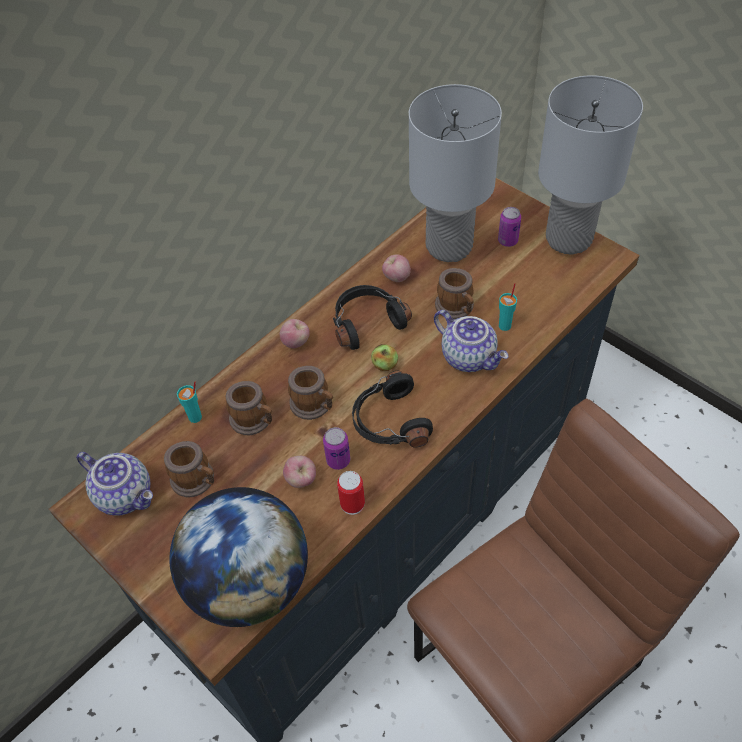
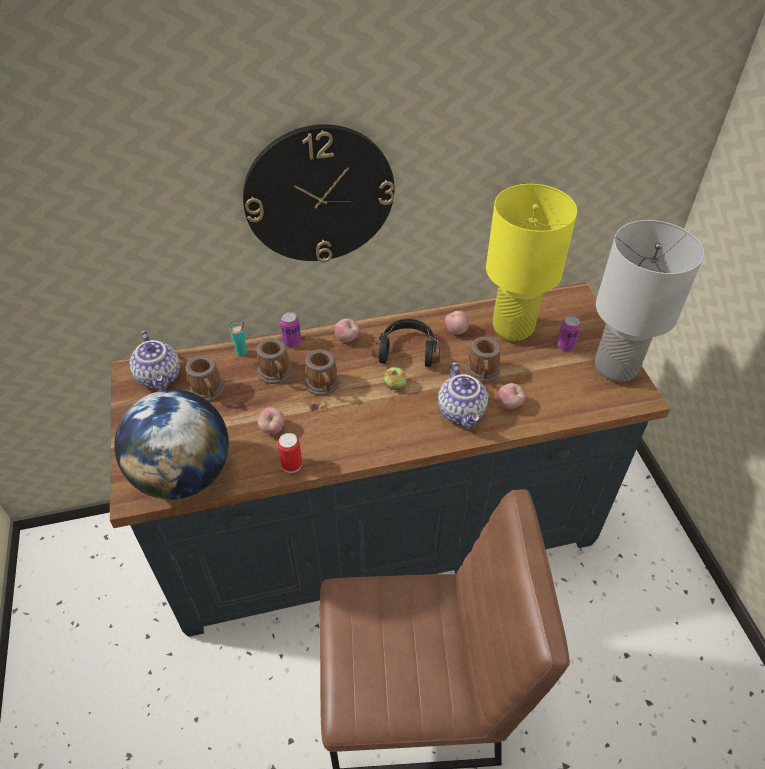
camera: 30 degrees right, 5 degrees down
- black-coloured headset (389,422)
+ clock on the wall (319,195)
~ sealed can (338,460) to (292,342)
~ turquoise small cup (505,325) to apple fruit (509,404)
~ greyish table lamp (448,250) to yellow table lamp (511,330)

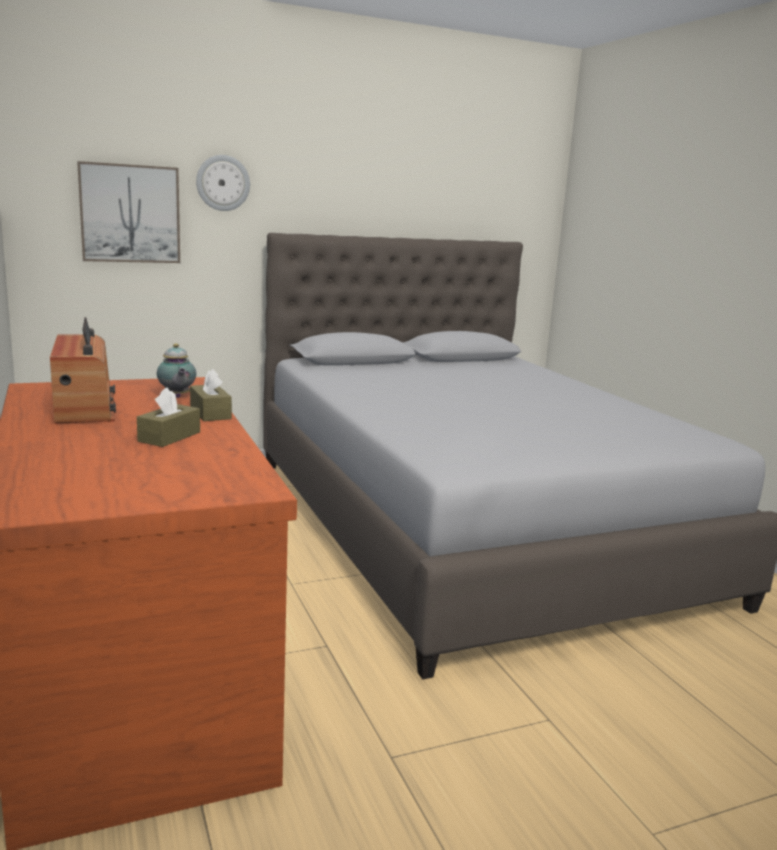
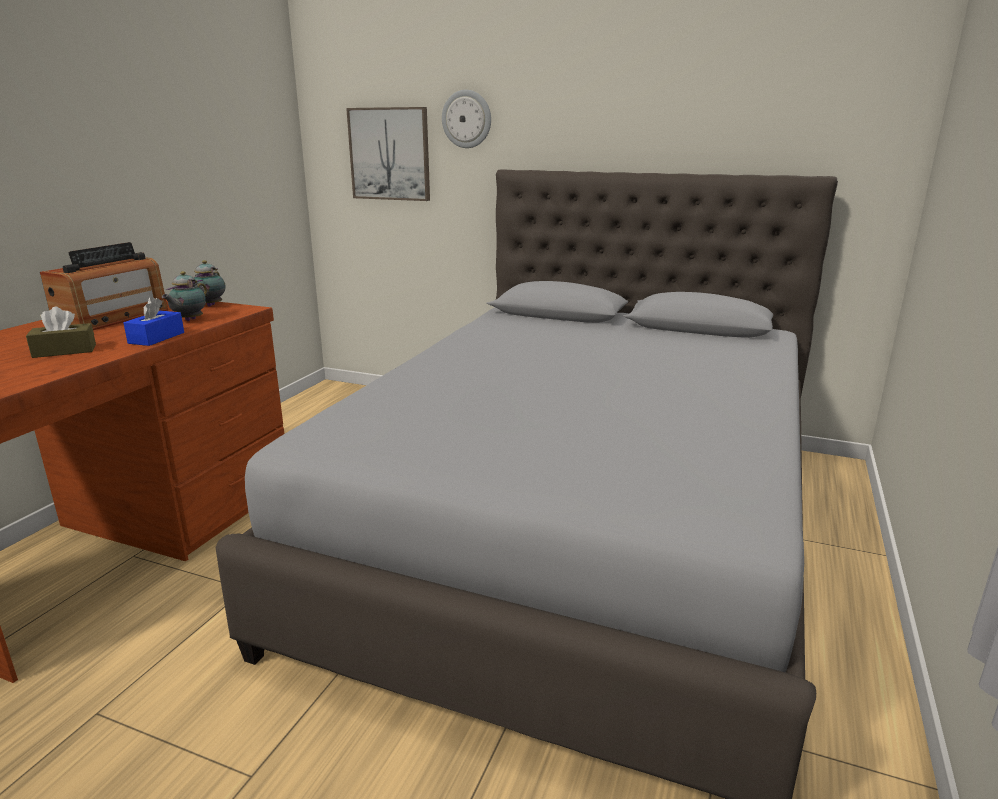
camera: 45 degrees right, 5 degrees up
+ pot for tea (210,306)
~ brownish box of tissues (210,413) to blue box of tissues (156,338)

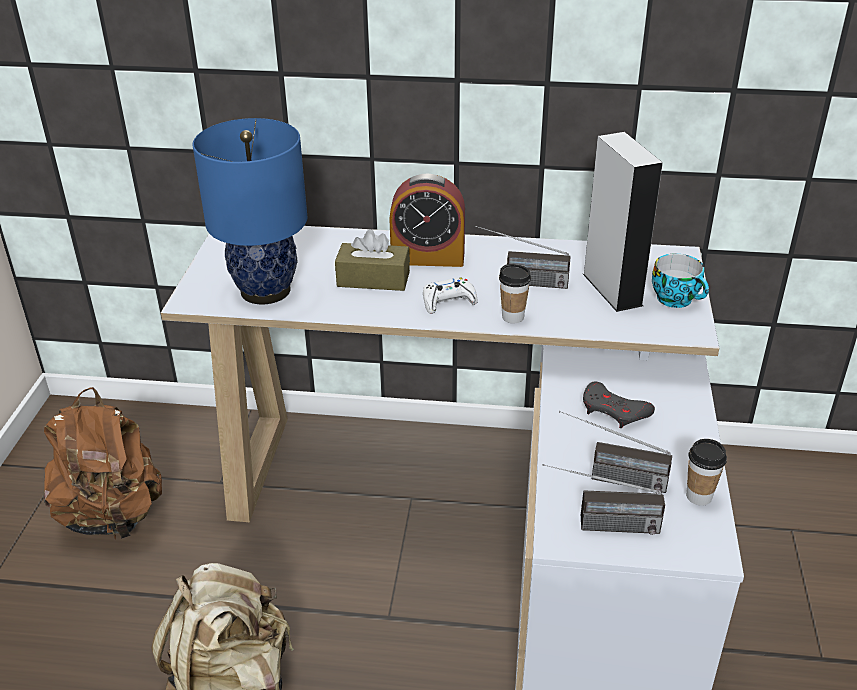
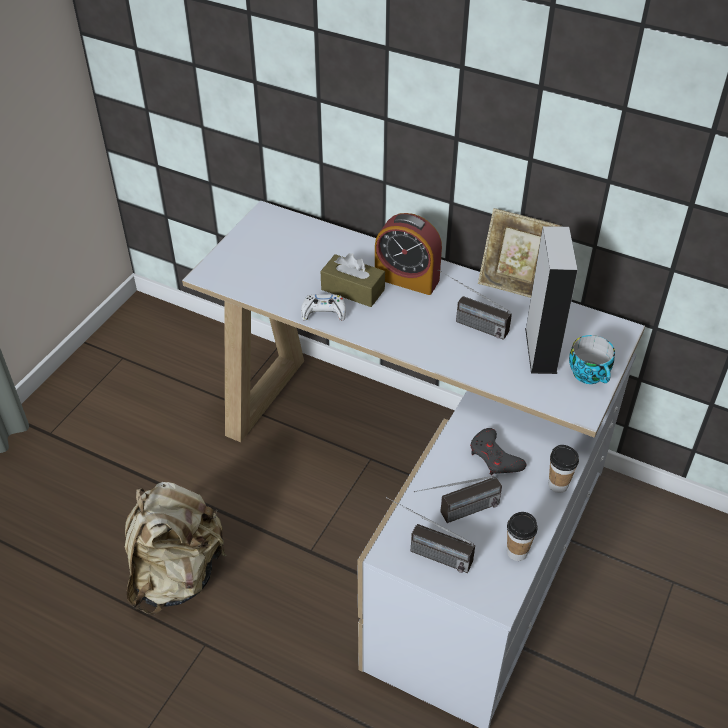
camera: 20 degrees right, 10 degrees up
- brownish backpack (113,515)
- blue table lamp (265,291)
+ picture frame (514,284)
~ whitish joypad (448,301) to (323,312)
~ small cup (513,317) to (558,485)
~ radio receiver (609,477) = (456,514) 60 degrees counterclockwise

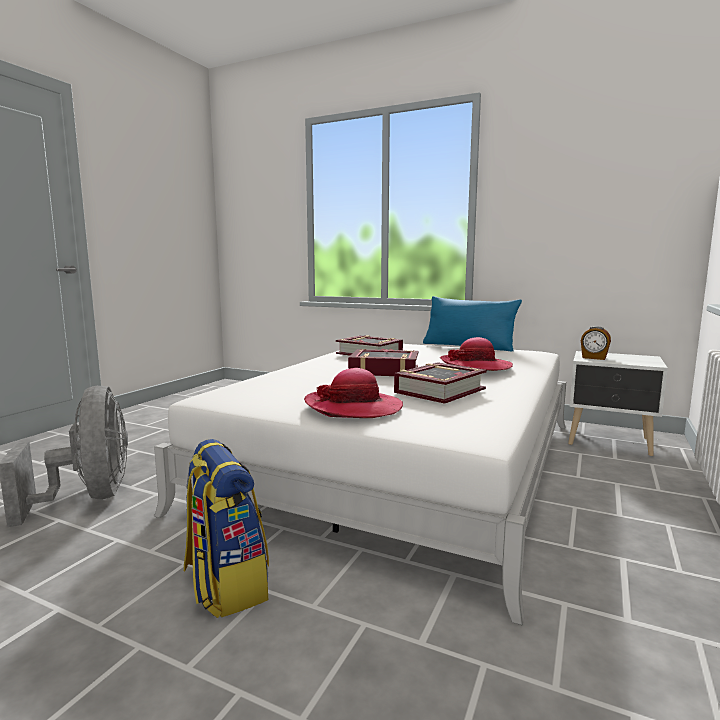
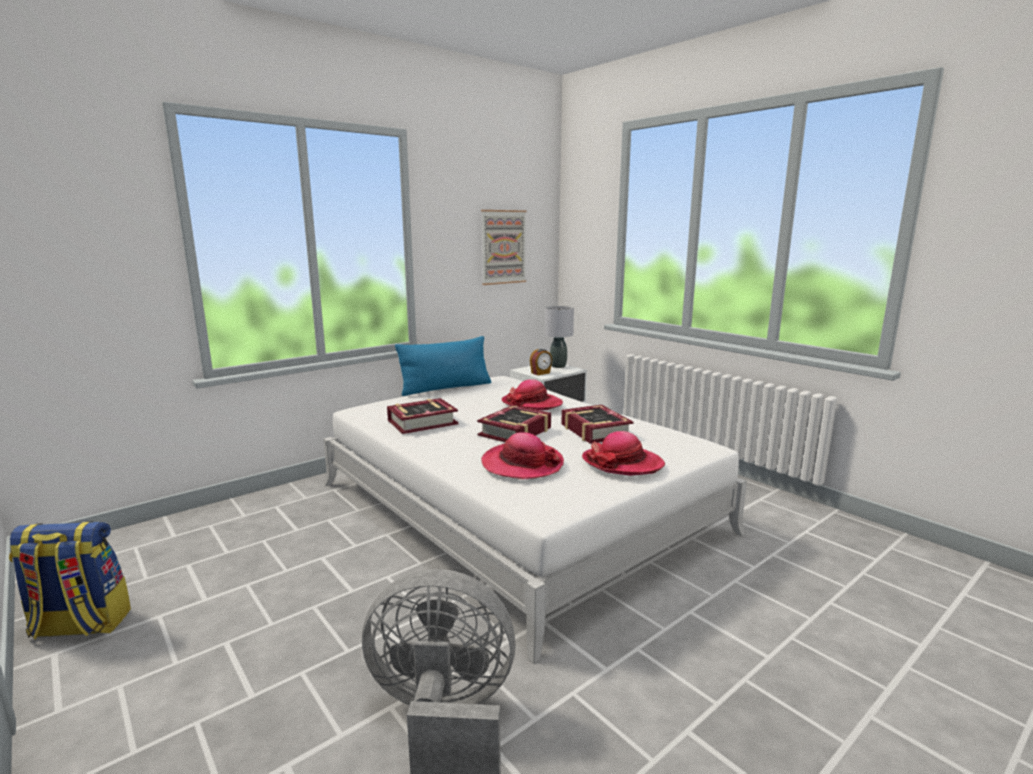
camera: 65 degrees left, 5 degrees up
+ wall picture (503,247)
+ clothing hat (522,464)
+ greyish table lamp (558,366)
~ backpack (225,584) to (79,626)

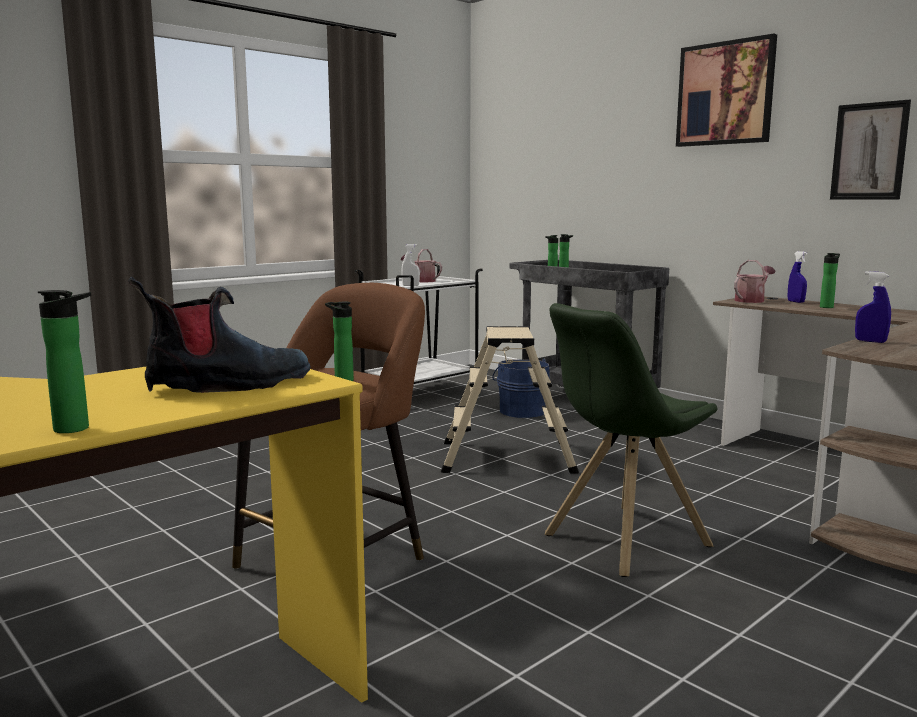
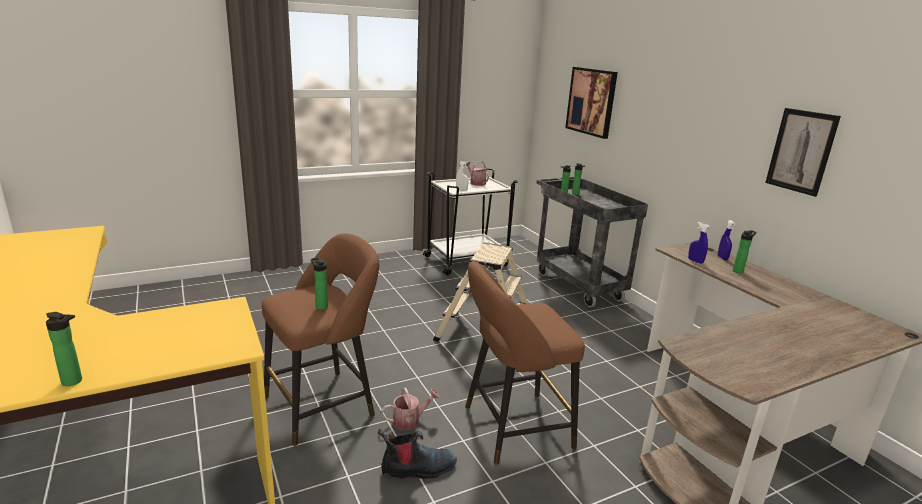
camera: 15 degrees right, 10 degrees up
- blue bucket (521,411)
~ tall boot (229,385) to (418,469)
~ wall picture (725,93) to (591,101)
~ watering pot (751,300) to (409,420)
~ blue spray bottle (870,341) to (695,261)
~ greenish chair (624,539) to brownish stool seat (511,428)

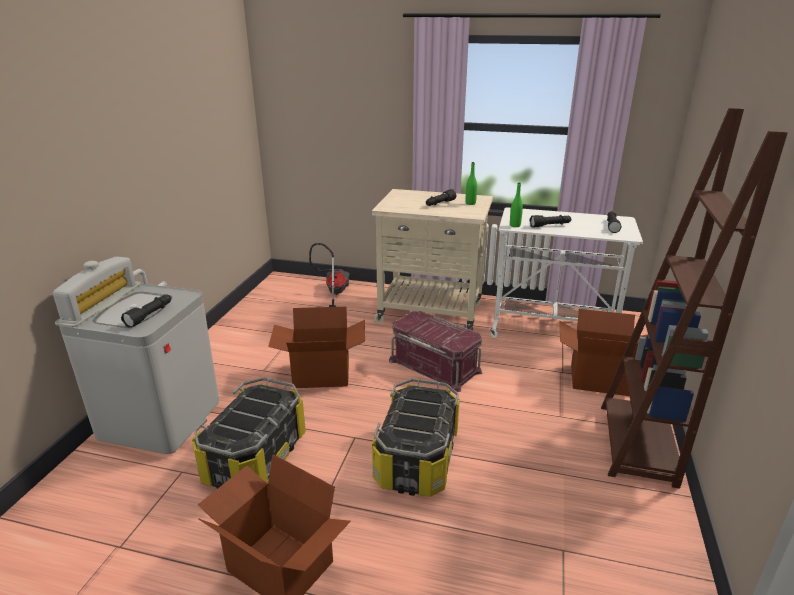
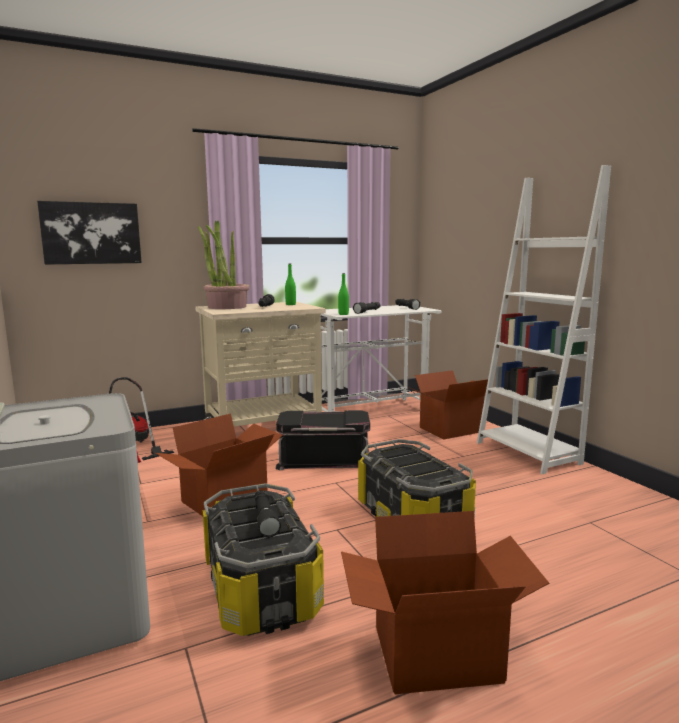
camera: 40 degrees left, 15 degrees down
+ wall picture (91,233)
+ plant in a pot (226,307)
~ black-coloured flashlight (150,315) to (265,519)
~ red-coloured storage box (435,365) to black-coloured storage box (324,459)
~ brownish bookcase (637,444) to whitish bookcase (527,453)

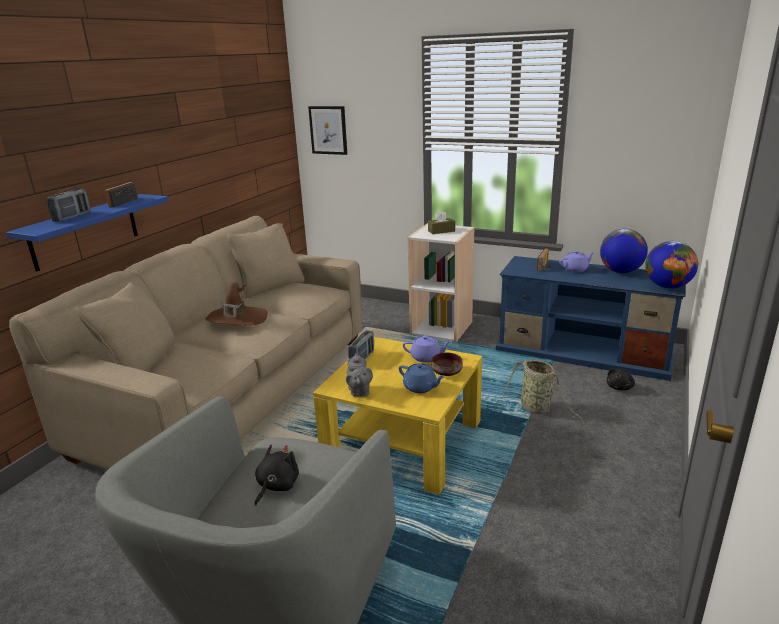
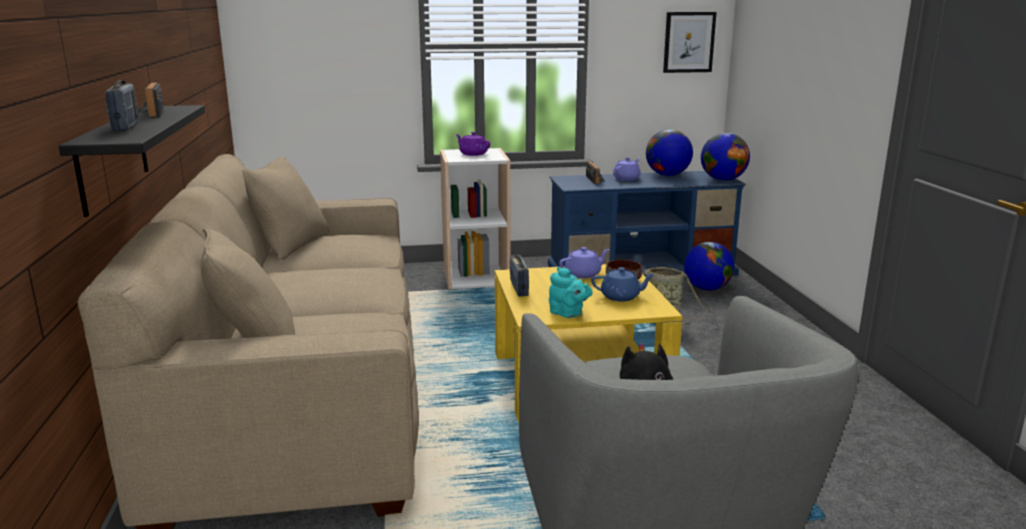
camera: 35 degrees left, 5 degrees down
- brownish clothing hat (237,319)
~ wall picture (328,130) to (689,42)
~ brownish box of tissues (441,231) to purple pot for tea (473,154)
~ black-coloured cuddly toy (620,387) to desk globe (707,289)
~ blue bracket shelf (85,231) to black-coloured bracket shelf (113,157)
~ greyish pot for tea (359,392) to turquoise pot for tea (568,314)

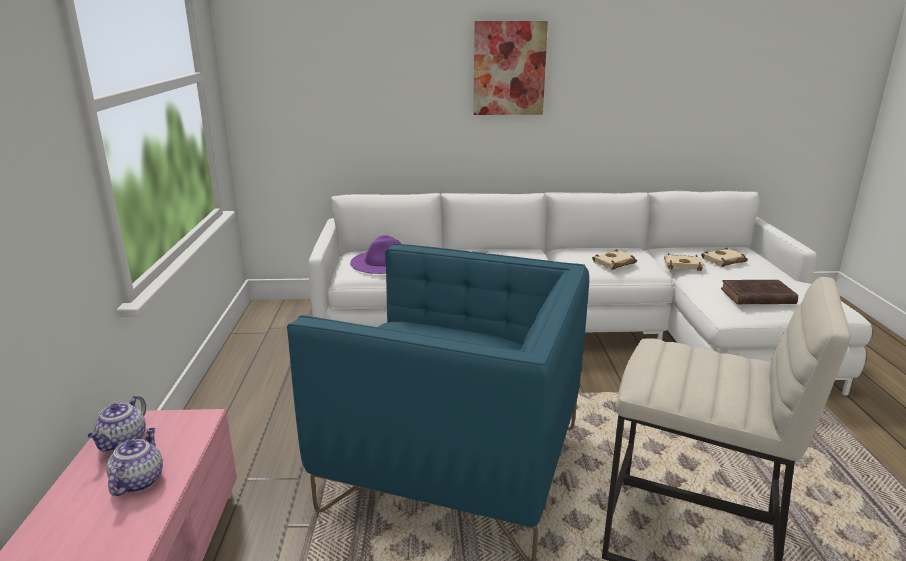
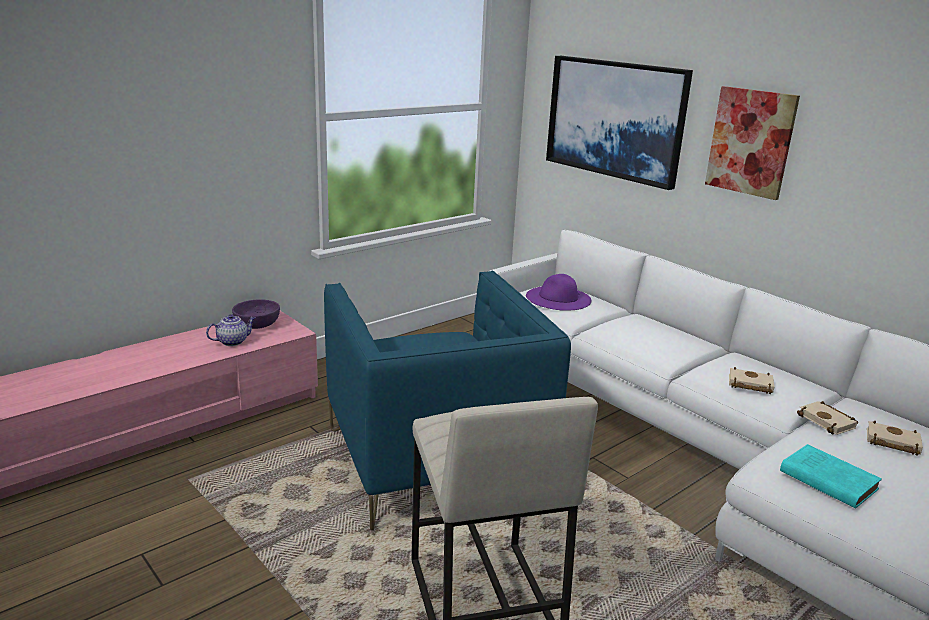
camera: 50 degrees right, 0 degrees up
+ wall picture (615,119)
~ pot for tea (123,443) to purple bowl (256,324)
~ brownish book (755,296) to turquoise book (826,479)

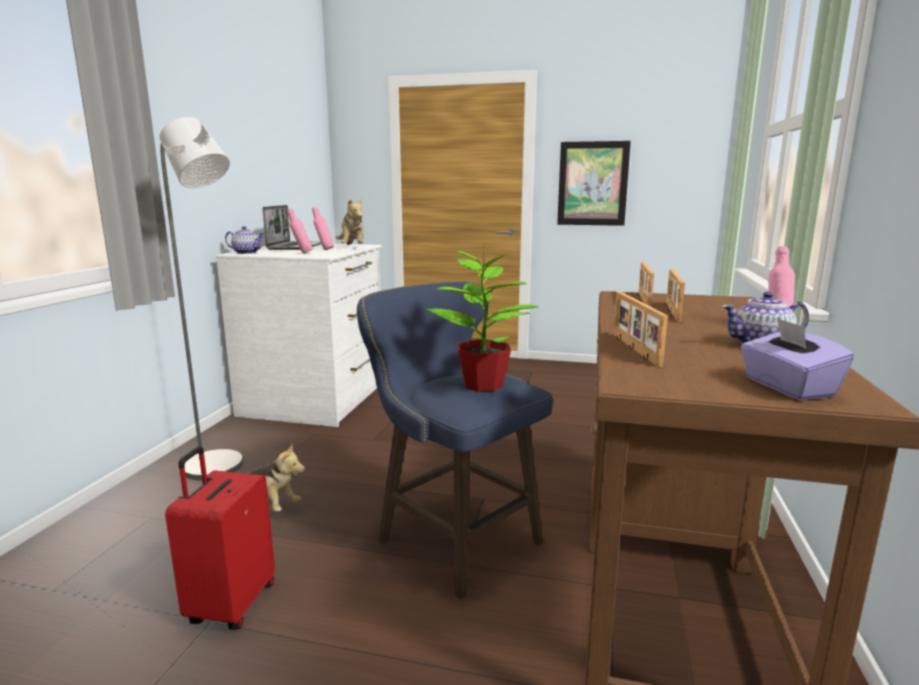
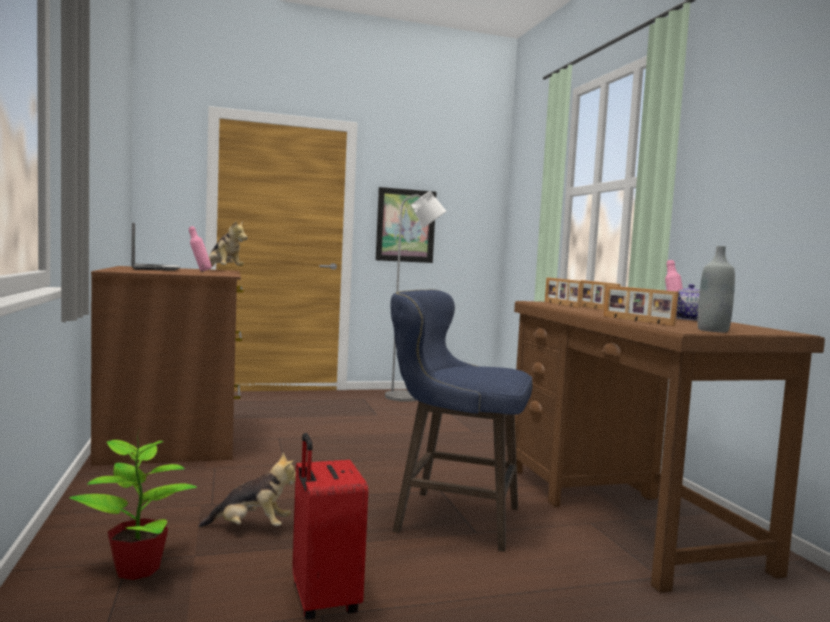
camera: 30 degrees left, 10 degrees down
- pot for tea (246,253)
- pink bottle (301,253)
- purple box of tissues (787,387)
+ greyish bottle (713,330)
~ greyish floor lamp (221,469) to (409,397)
~ plant in a pot (484,385) to (139,569)
~ whitish drawer chest (316,400) to brownish drawer chest (173,440)

